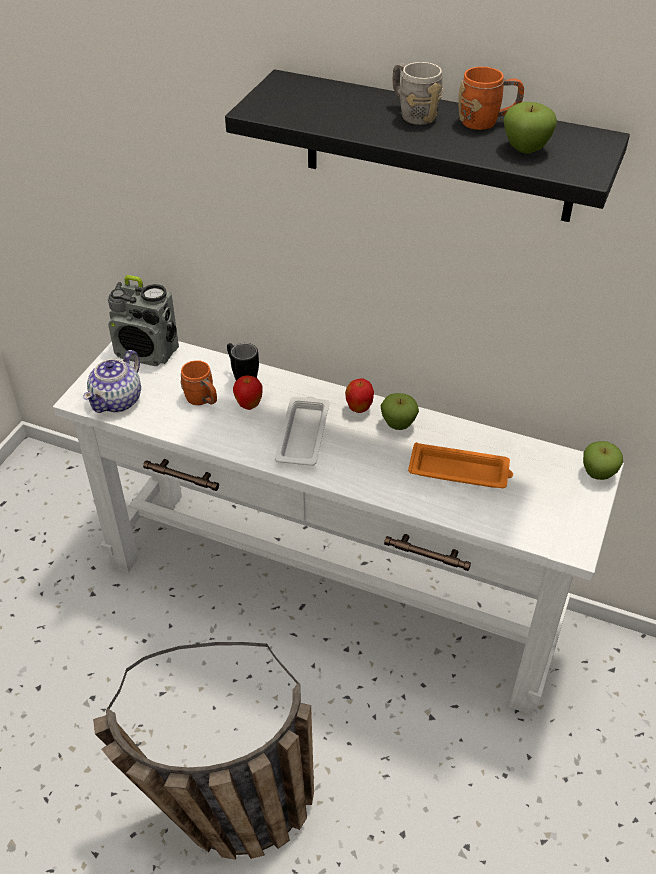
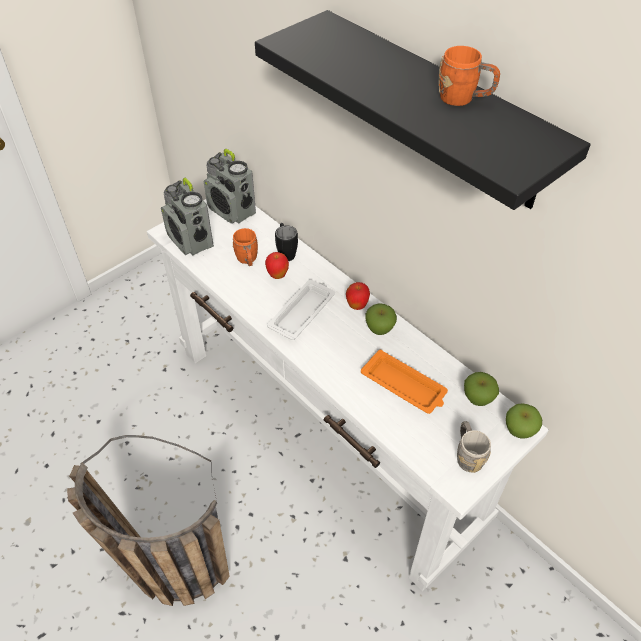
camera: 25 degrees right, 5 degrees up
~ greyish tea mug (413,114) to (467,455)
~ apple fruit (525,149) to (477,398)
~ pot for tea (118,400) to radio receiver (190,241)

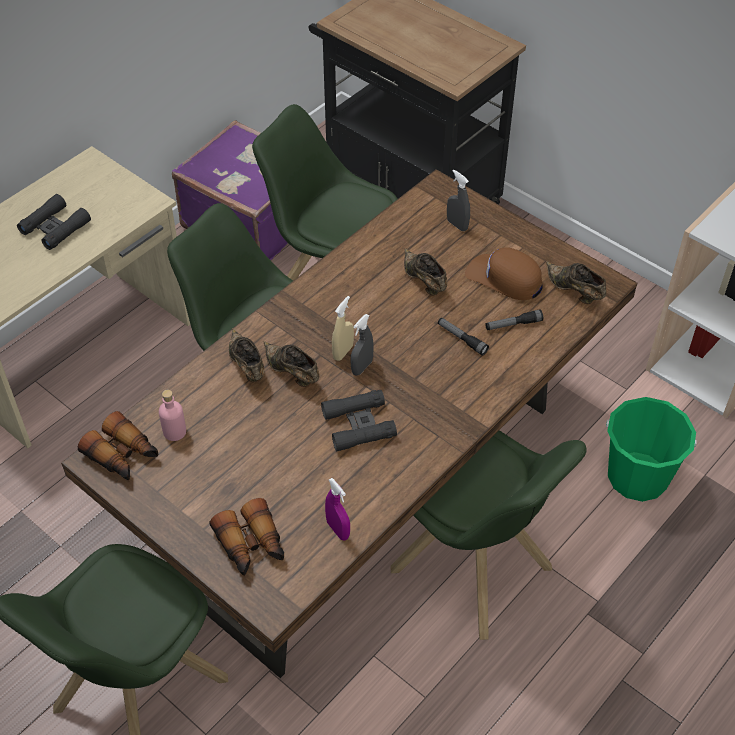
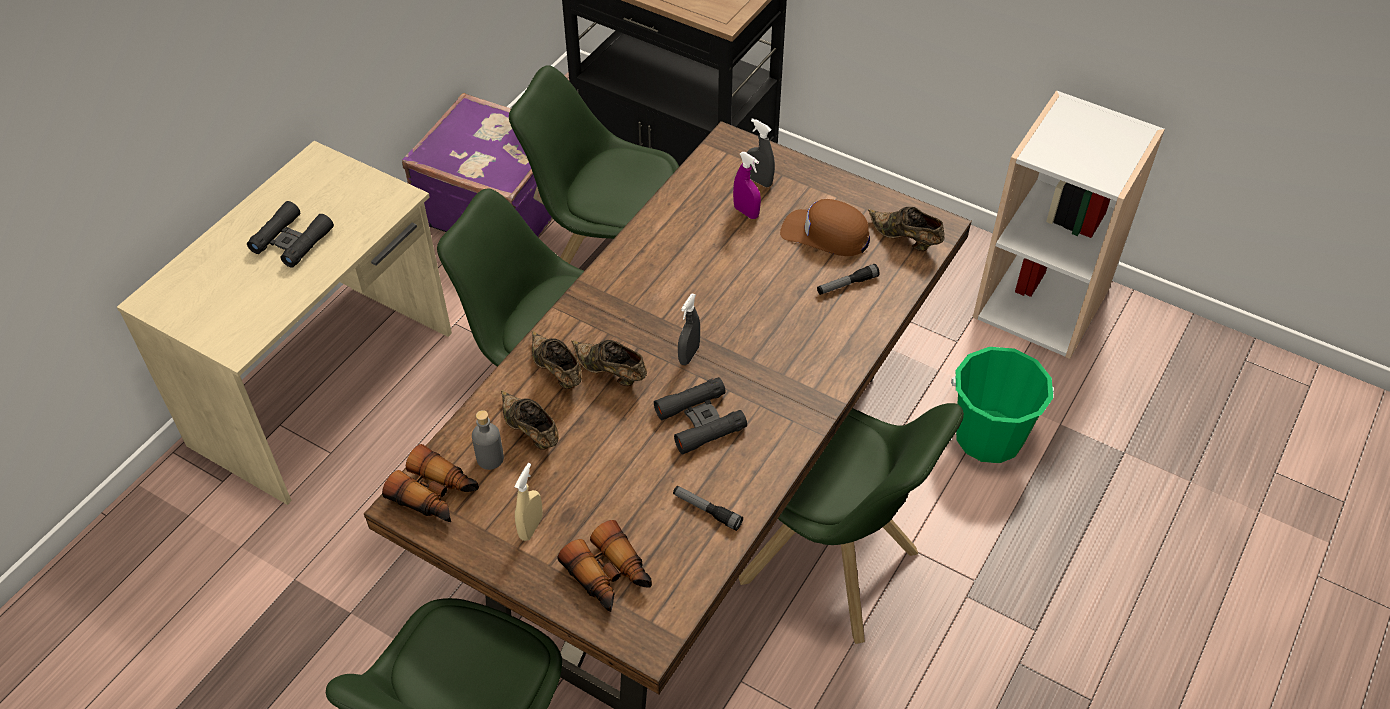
camera: 10 degrees left, 0 degrees up
~ purple spray bottle (338,530) to (746,212)
~ beige-coloured spray bottle (343,352) to (531,527)
~ brownish item of footwear (424,282) to (530,432)
~ flashlight (462,339) to (707,511)
~ pink bottle (174,432) to greyish bottle (490,458)

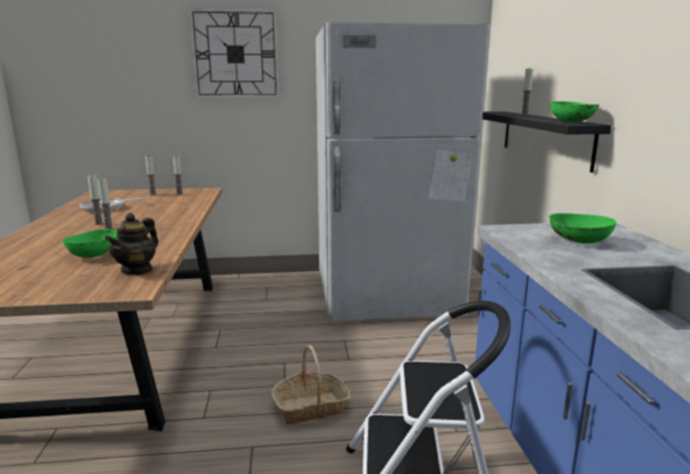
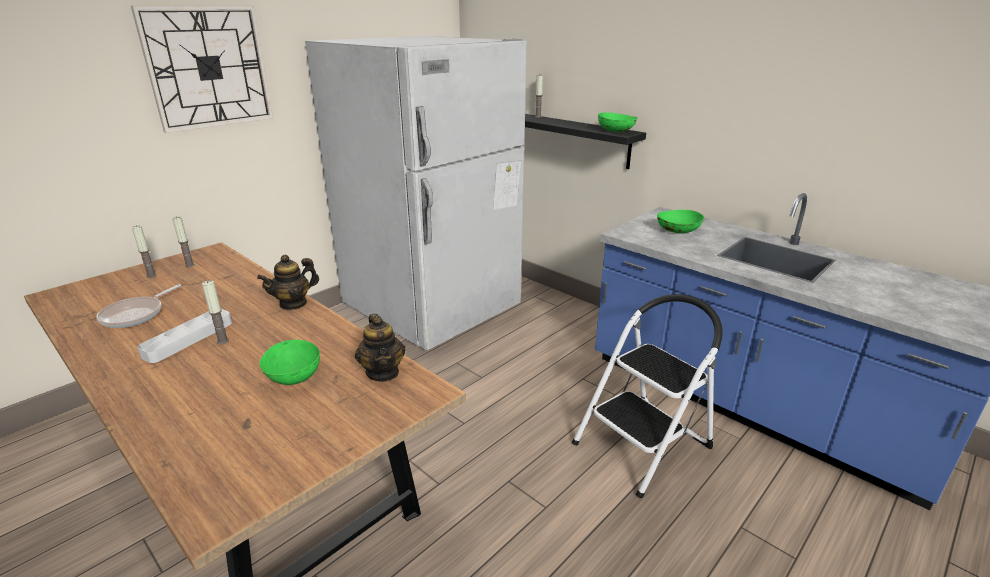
camera: 40 degrees left, 10 degrees up
- basket (311,407)
+ pot for tea (293,303)
~ wax candle (99,224) to greyish carrying tray (188,339)

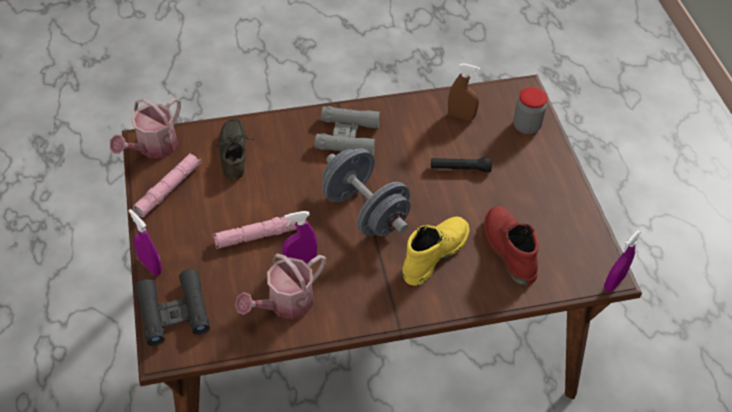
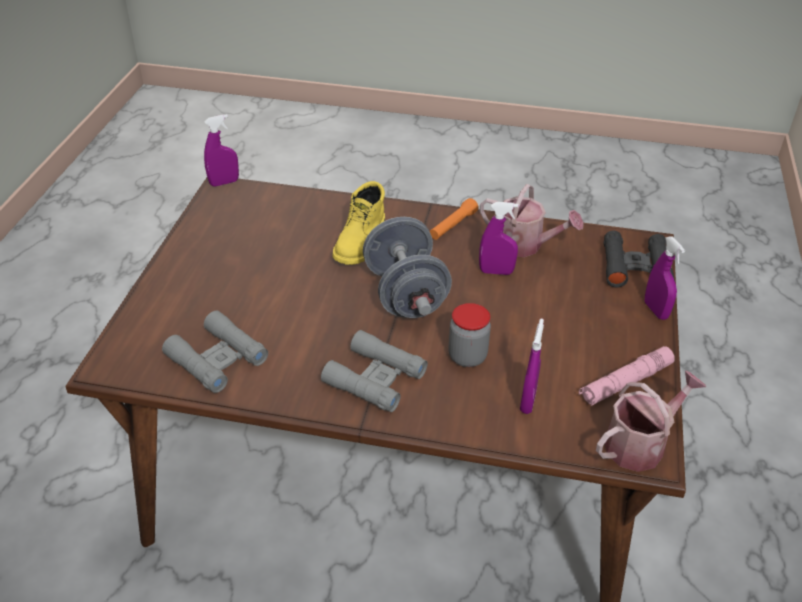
camera: 155 degrees left, 10 degrees down
- pink flashlight (258,235)
- black-coloured flashlight (460,168)
- red-coloured tall boot (507,249)
+ orange flashlight (453,226)
~ preserve jar (526,126) to (467,356)
~ greyish item of footwear (236,153) to purple spray bottle (527,401)
~ brownish spray bottle (461,116) to greyish binoculars (217,359)
~ watering pot (285,304) = (525,245) 45 degrees clockwise
~ yellow tall boot (434,253) = (361,242) 45 degrees counterclockwise

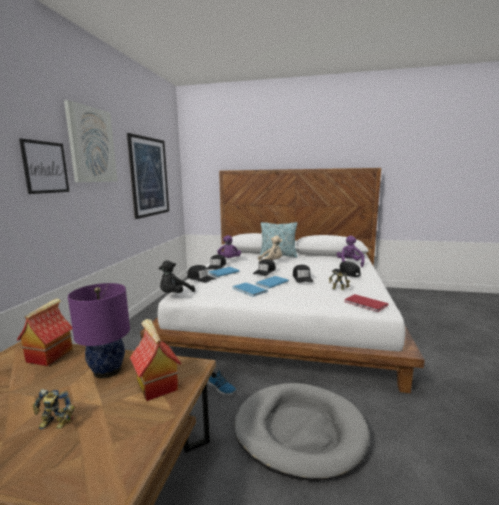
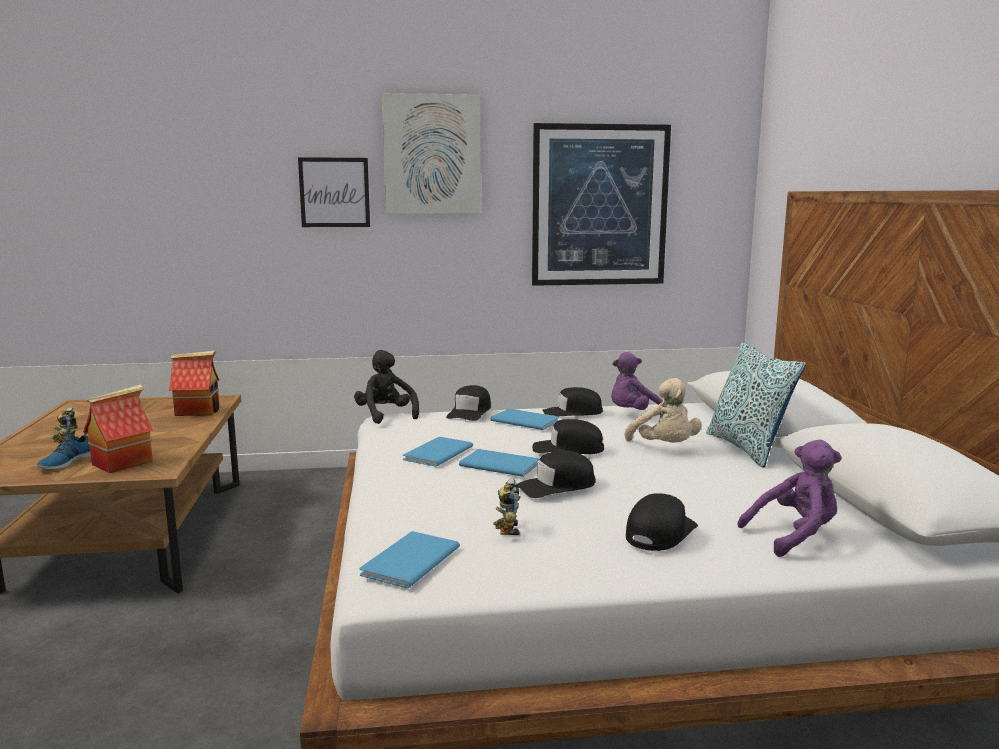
camera: 70 degrees right, 0 degrees up
- purple table lamp (107,370)
- greyish dog bed (299,431)
~ item of footwear (221,388) to (66,462)
~ red-coloured book (366,304) to blue book (407,561)
~ black-coloured cuddly toy (175,295) = (386,415) 45 degrees clockwise

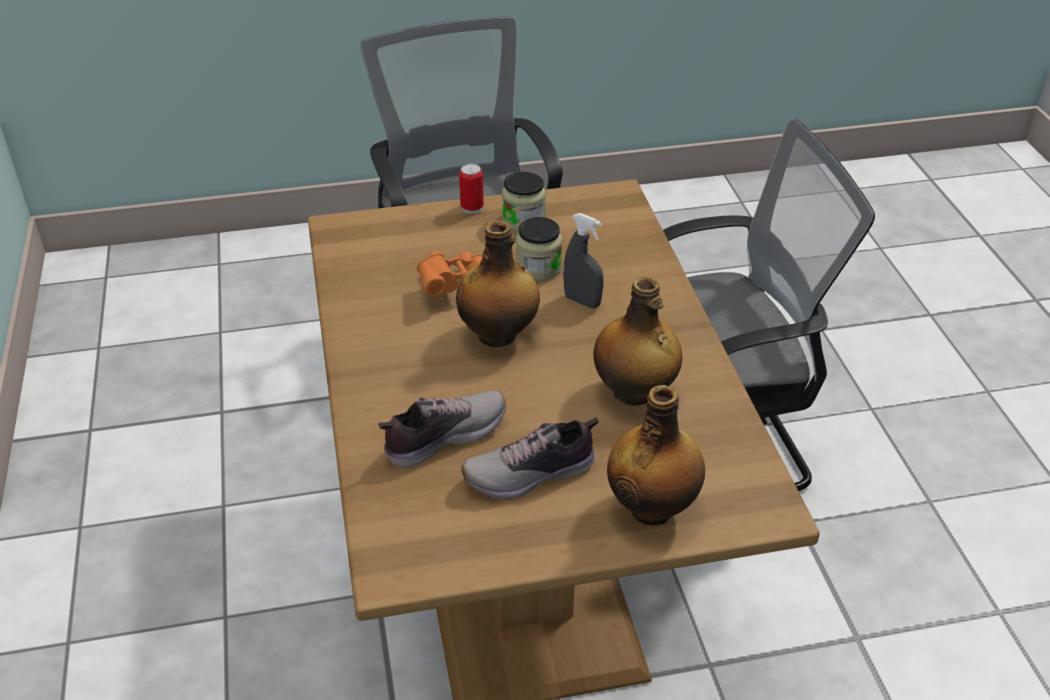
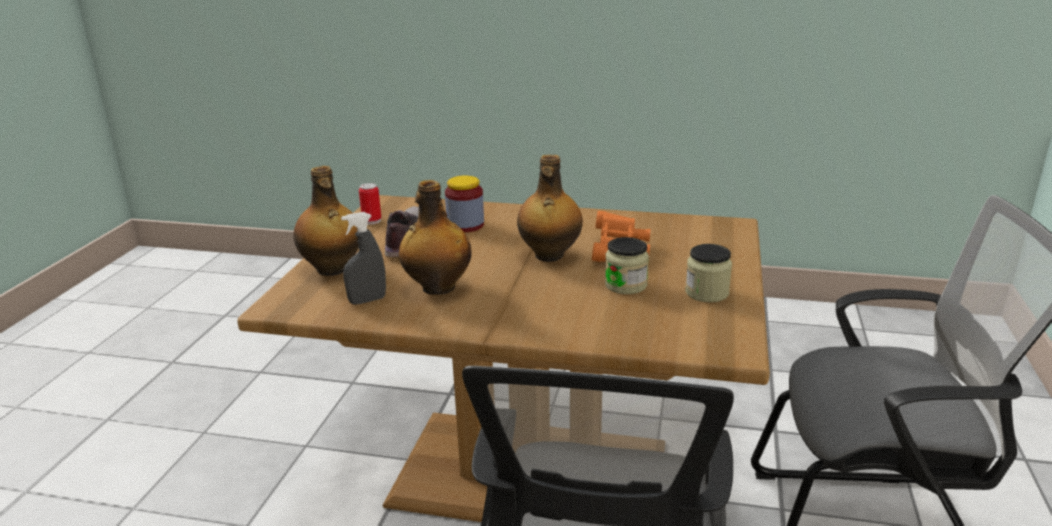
camera: 115 degrees right, 15 degrees down
~ sealed can (472,207) to (372,221)
~ greyish spray bottle (582,301) to (367,300)
~ item of footwear (443,437) to preserve jar (465,225)

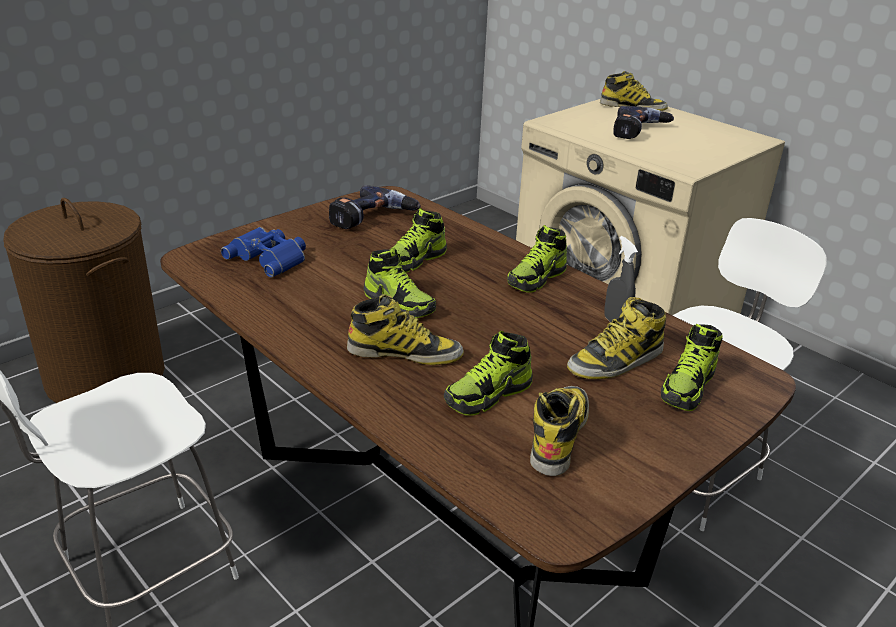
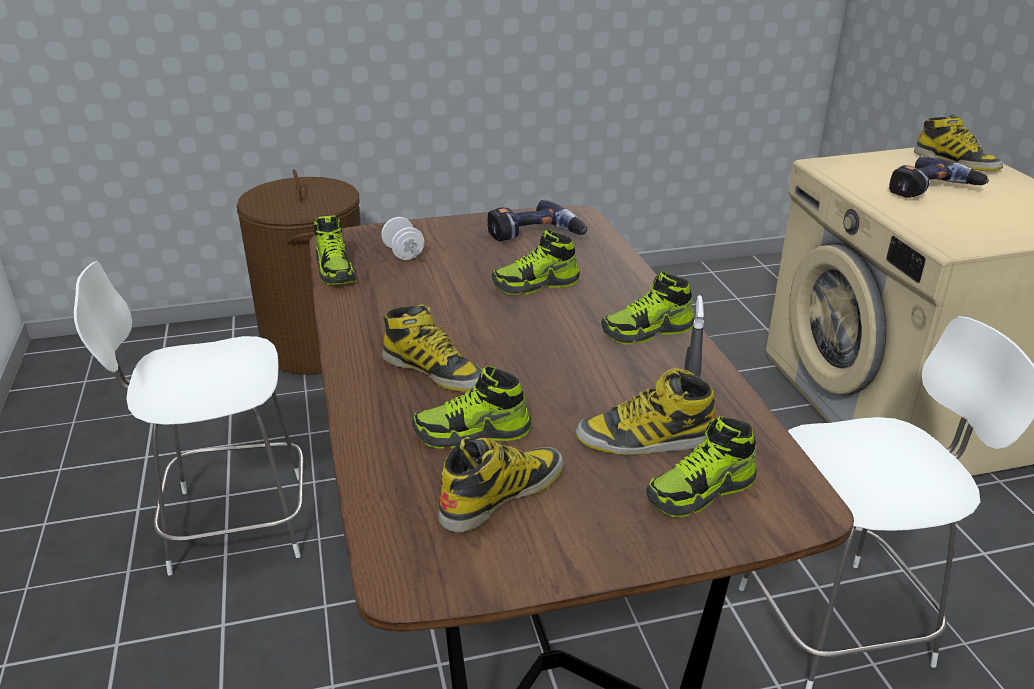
camera: 30 degrees right, 0 degrees up
~ item of footwear (399,304) to (335,271)
~ blue binoculars (270,257) to whitish hand weight (403,253)

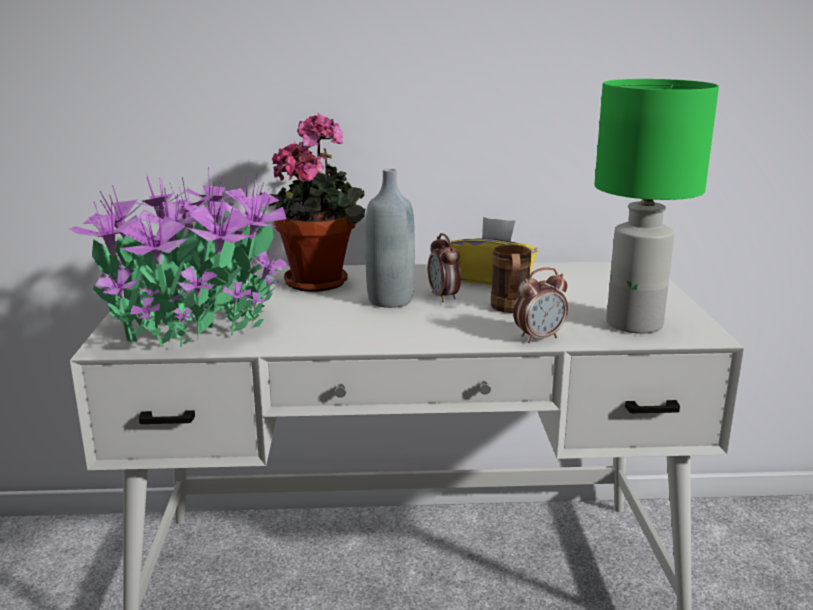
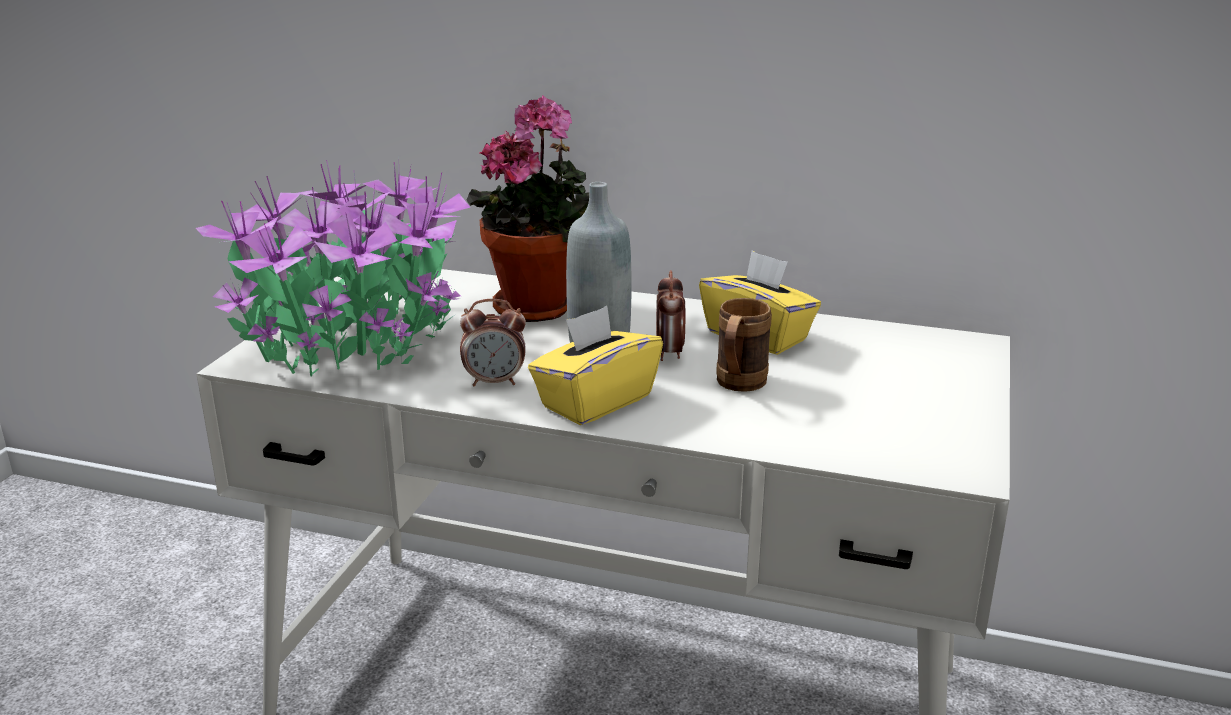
camera: 20 degrees right, 5 degrees up
- greenish table lamp (635,325)
+ yellow box of tissues (595,401)
~ bedside clock (539,338) to (495,382)

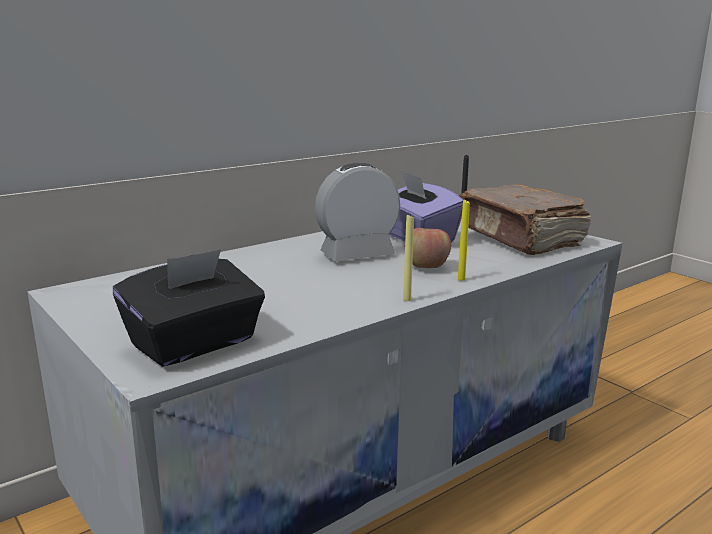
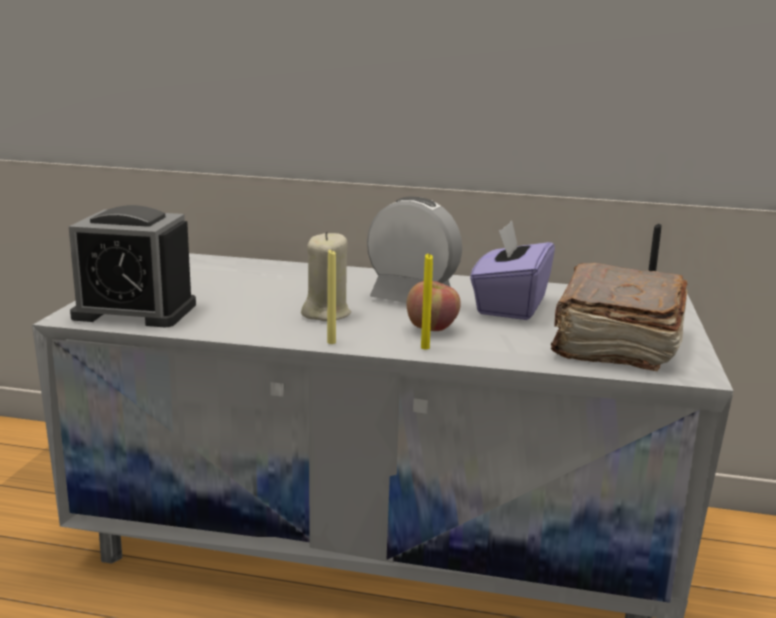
camera: 50 degrees right, 0 degrees up
+ beige-coloured wax candle (326,313)
~ black-coloured box of tissues (195,344) to bedside clock (135,311)

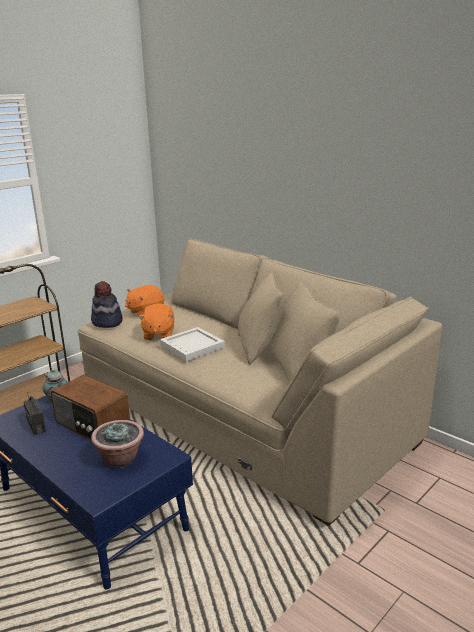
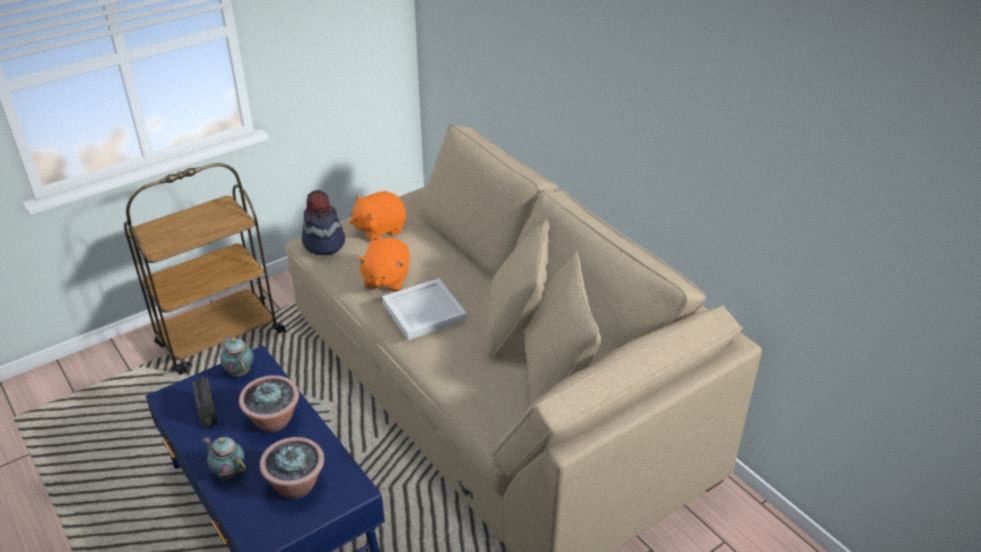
camera: 10 degrees right, 15 degrees up
+ pot for tea (228,472)
~ radio receiver (92,424) to plant in a pot (274,421)

